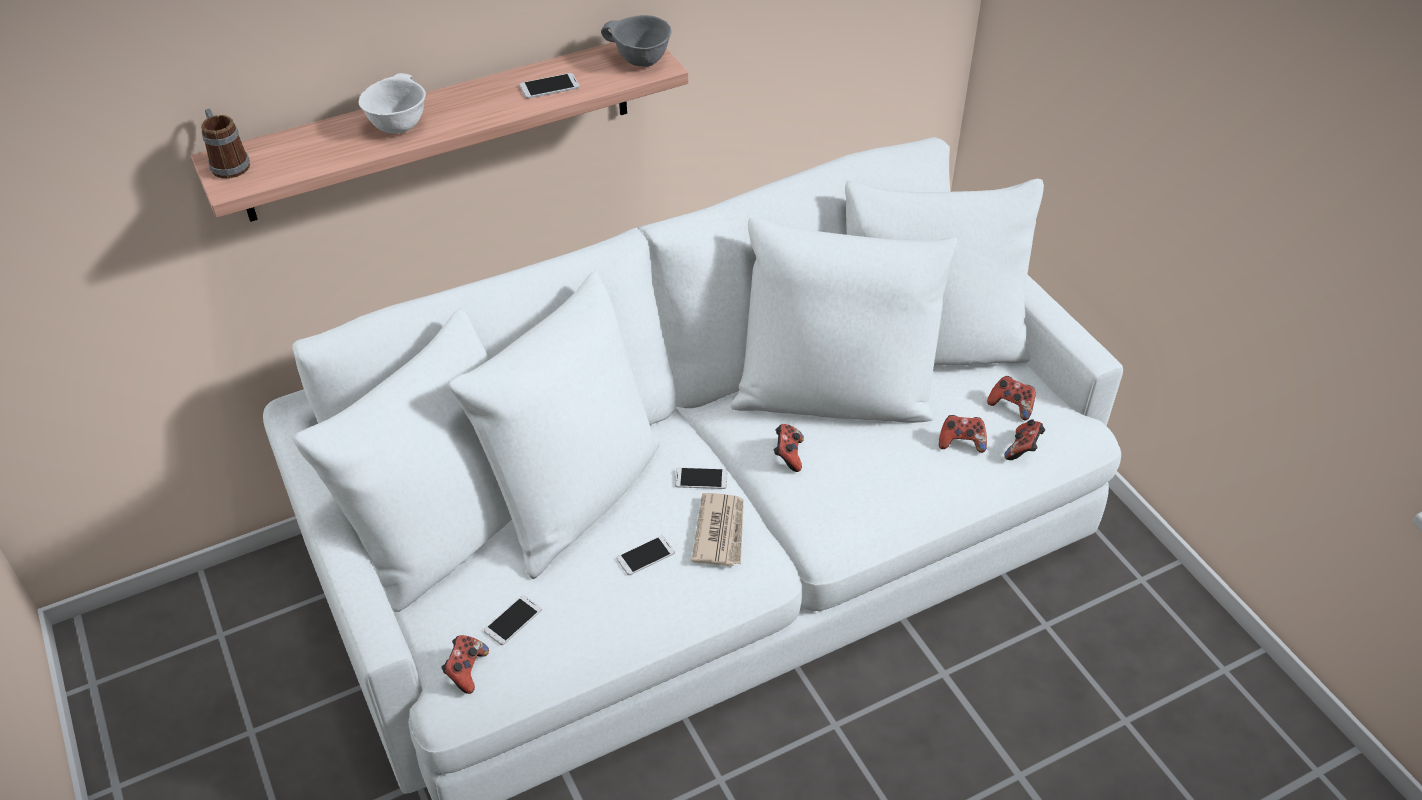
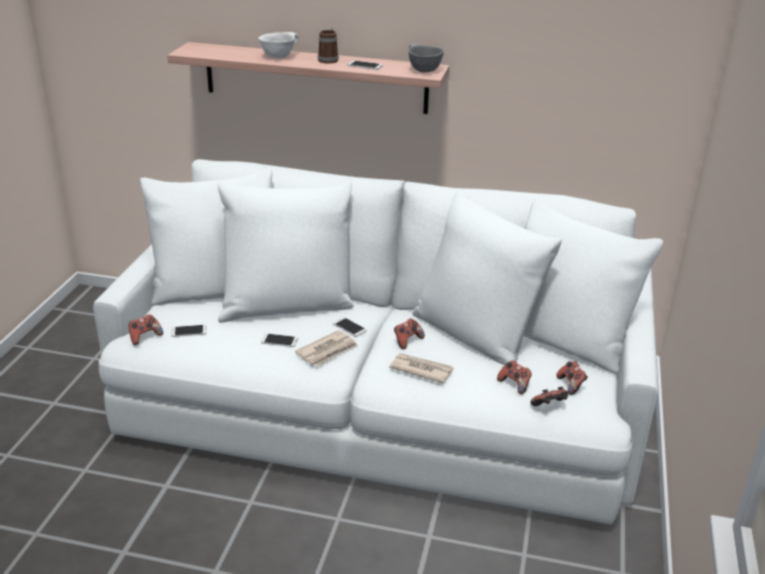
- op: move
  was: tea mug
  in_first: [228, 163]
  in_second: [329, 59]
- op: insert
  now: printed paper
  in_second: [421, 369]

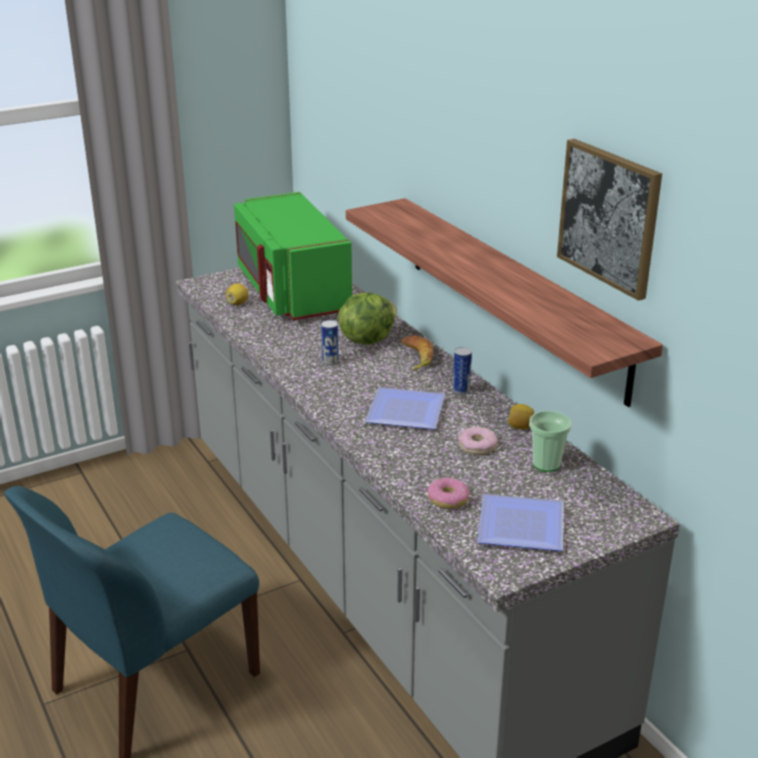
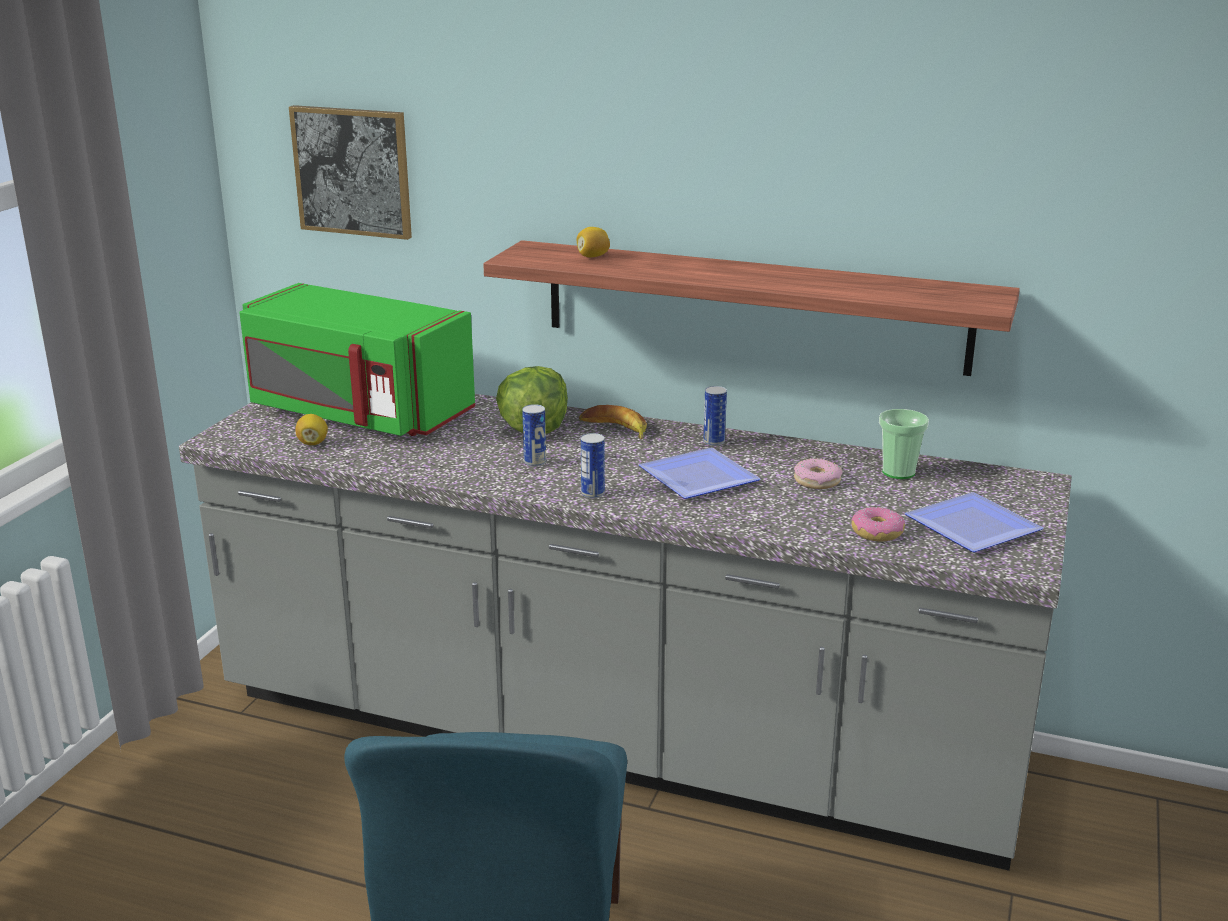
- op: move
  was: citrus fruit
  in_first: [520, 427]
  in_second: [592, 256]
- op: move
  was: wall art
  in_first: [609, 217]
  in_second: [352, 171]
- op: insert
  now: can
  in_second: [592, 494]

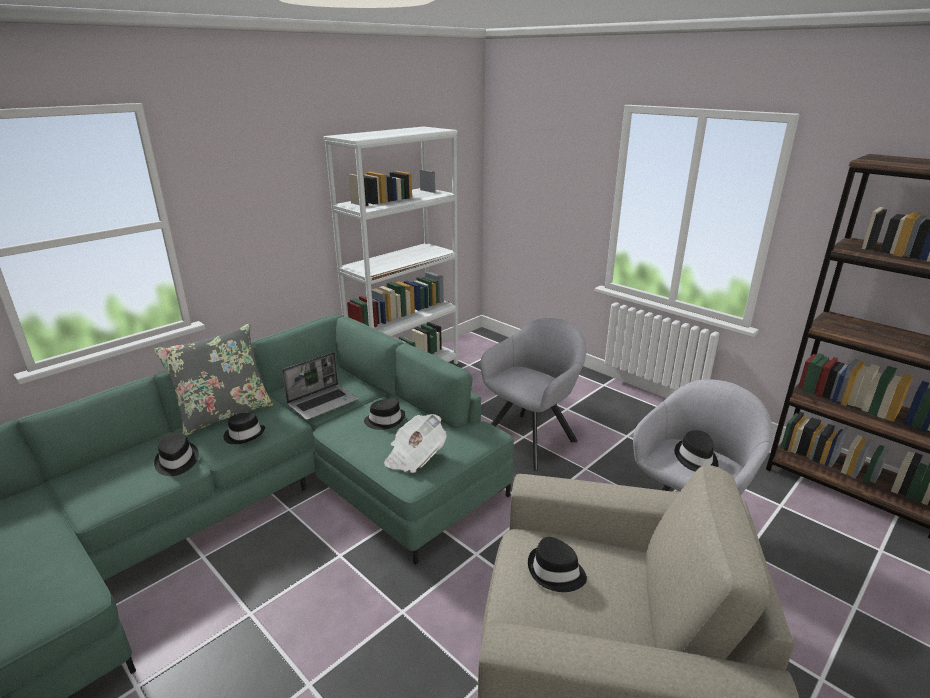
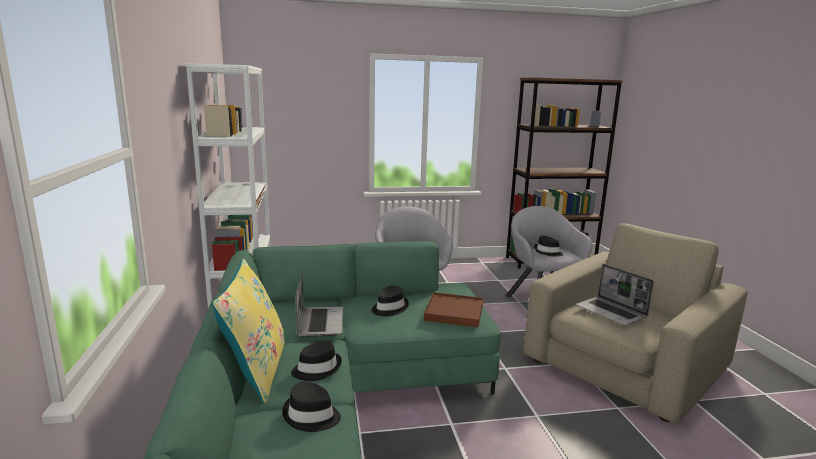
- op: recolor
  was: cushion (gray)
  now: cushion (yellow-coloured)
  in_first: [224, 414]
  in_second: [256, 371]
- op: replace
  was: printed paper
  now: tray (brown)
  in_first: [414, 457]
  in_second: [454, 312]
- op: replace
  was: hat (black-coloured)
  now: laptop
  in_first: [555, 572]
  in_second: [612, 312]

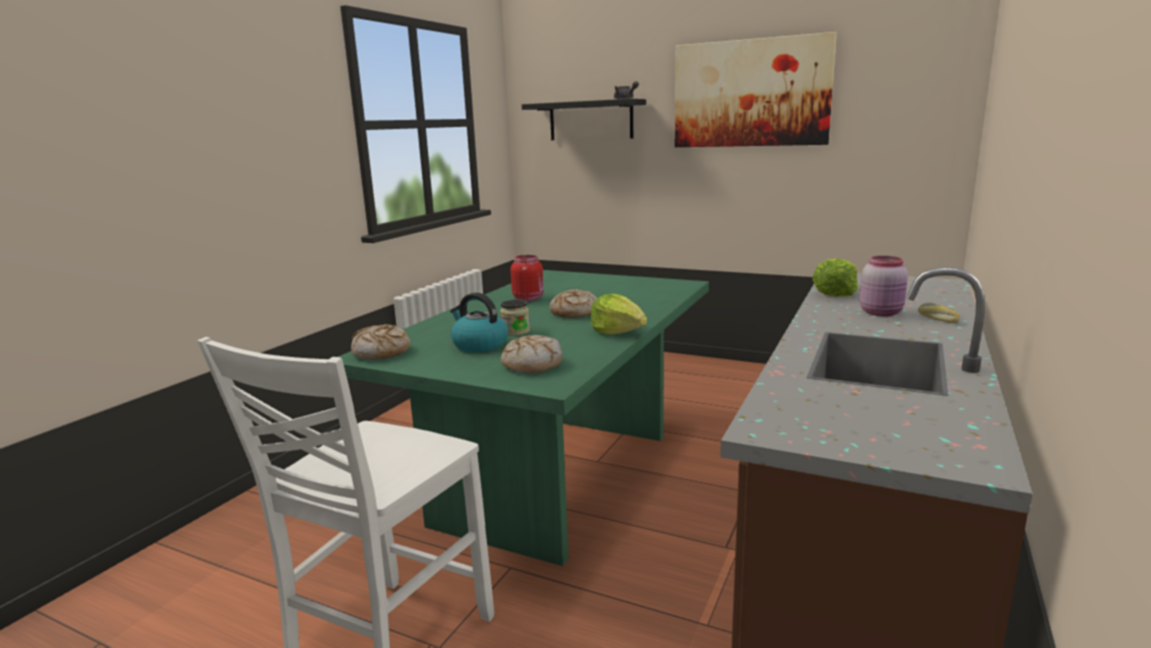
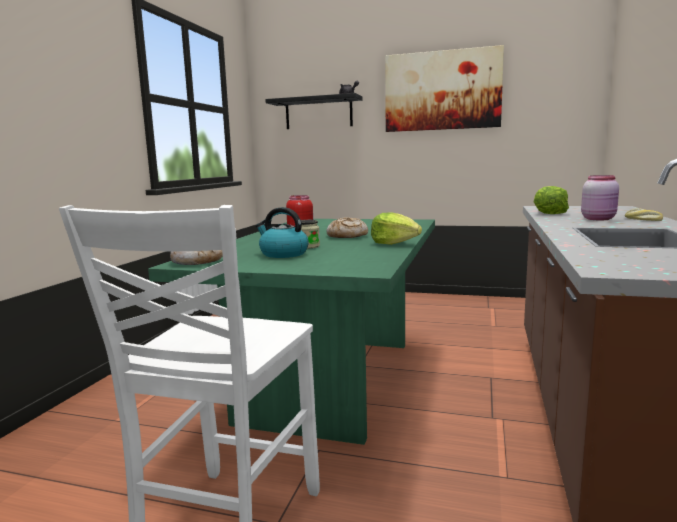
- op: delete
  was: baked bread
  in_first: [532, 364]

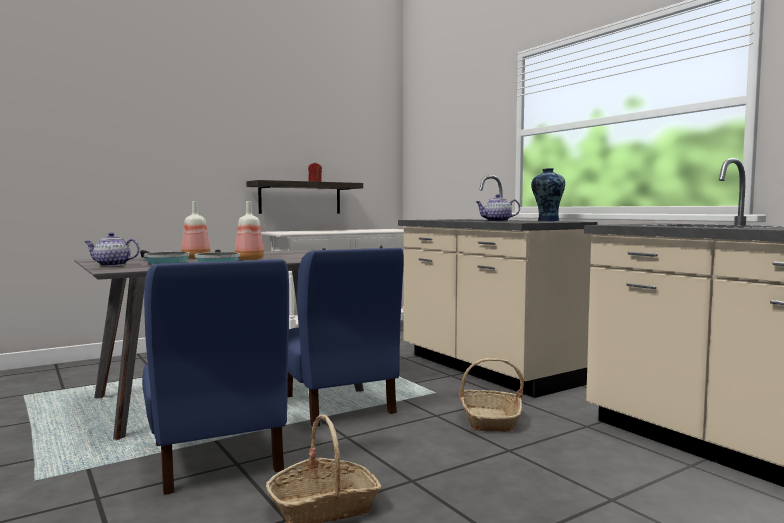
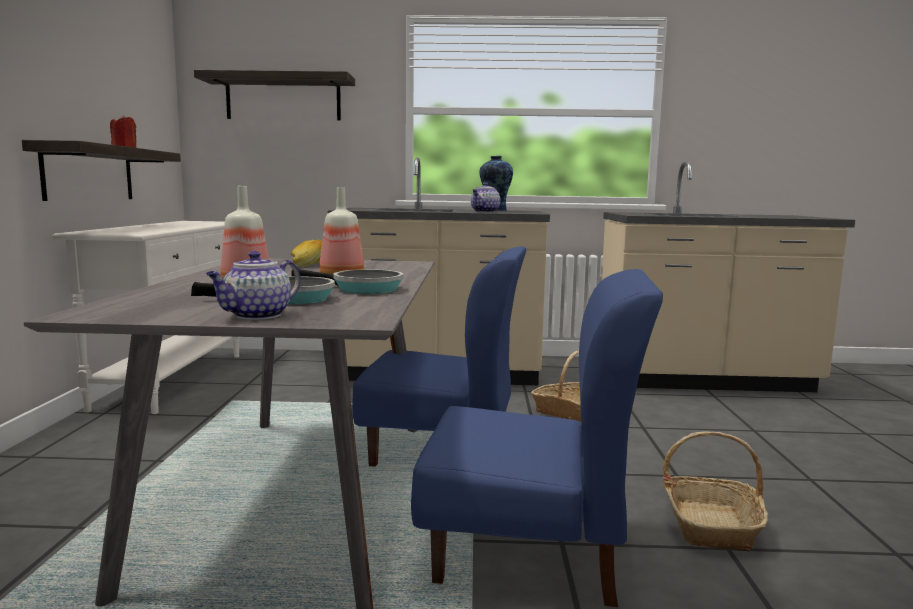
- op: insert
  now: bracket shelf
  in_second: [283, 98]
- op: insert
  now: baked bread
  in_second: [311, 264]

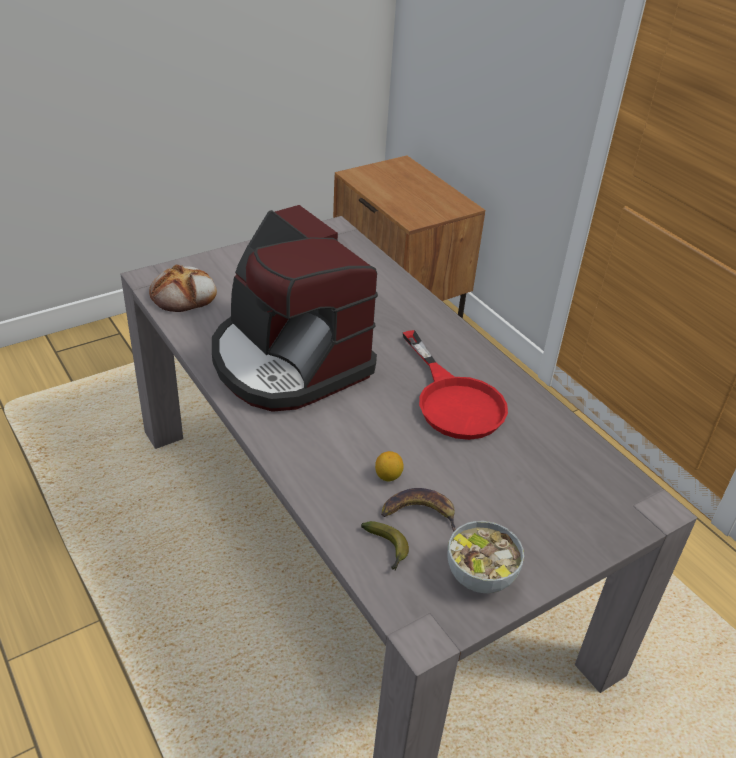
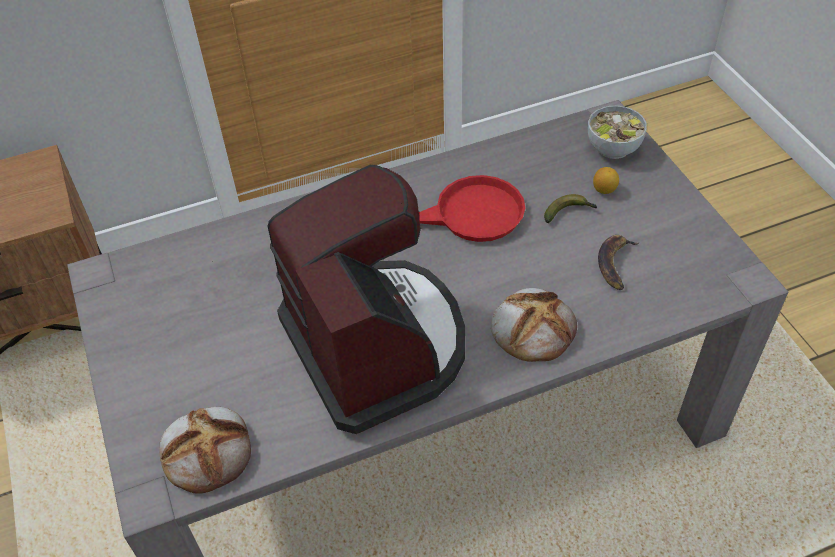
- op: rotate
  was: coffee brewer
  in_first: [288, 361]
  in_second: [377, 345]
  clockwise: -90
- op: move
  was: whole banana
  in_first: [387, 549]
  in_second: [569, 212]
- op: move
  was: citrus fruit
  in_first: [388, 476]
  in_second: [604, 190]
- op: move
  was: bowl
  in_first: [479, 576]
  in_second: [613, 148]
- op: insert
  now: baked bread
  in_second: [532, 328]

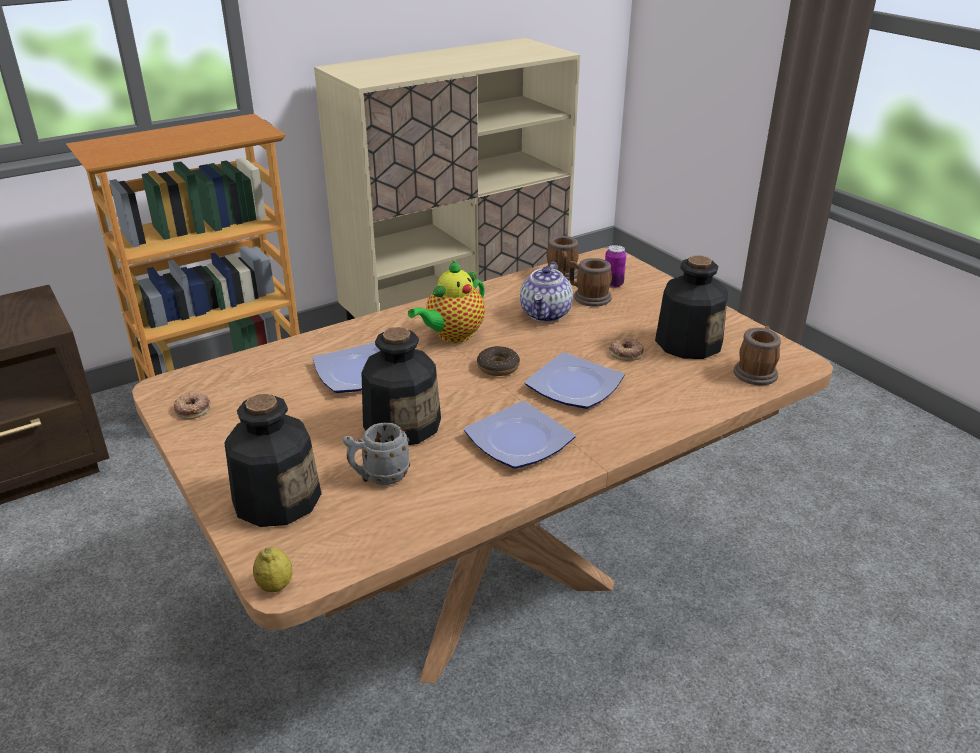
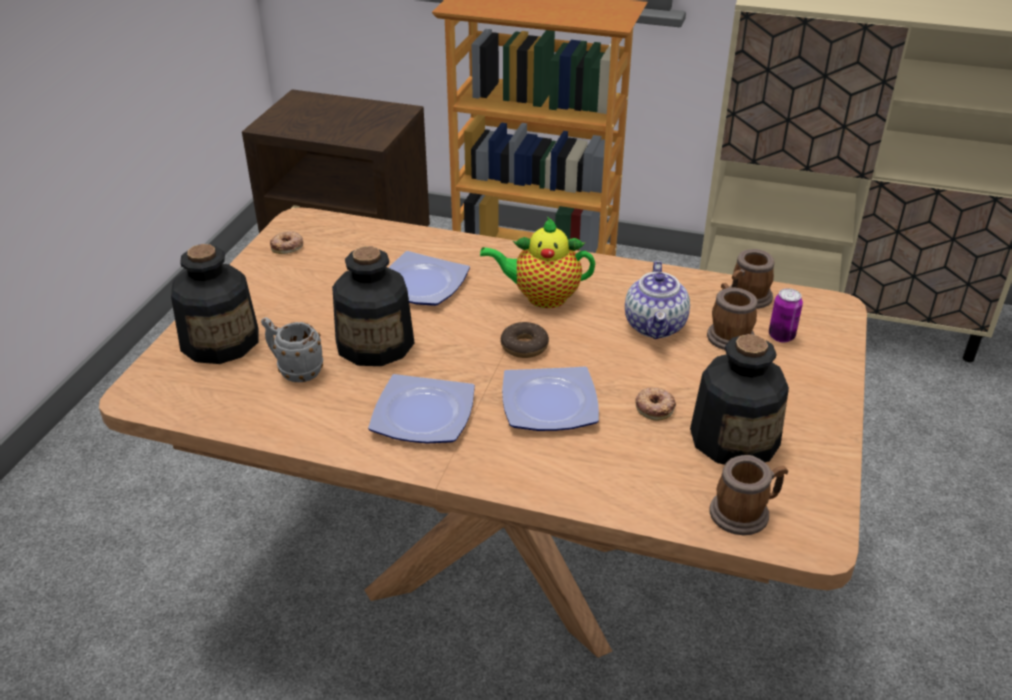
- op: delete
  was: citrus fruit
  in_first: [275, 586]
- op: rotate
  was: pot for tea
  in_first: [546, 314]
  in_second: [656, 326]
  clockwise: -60

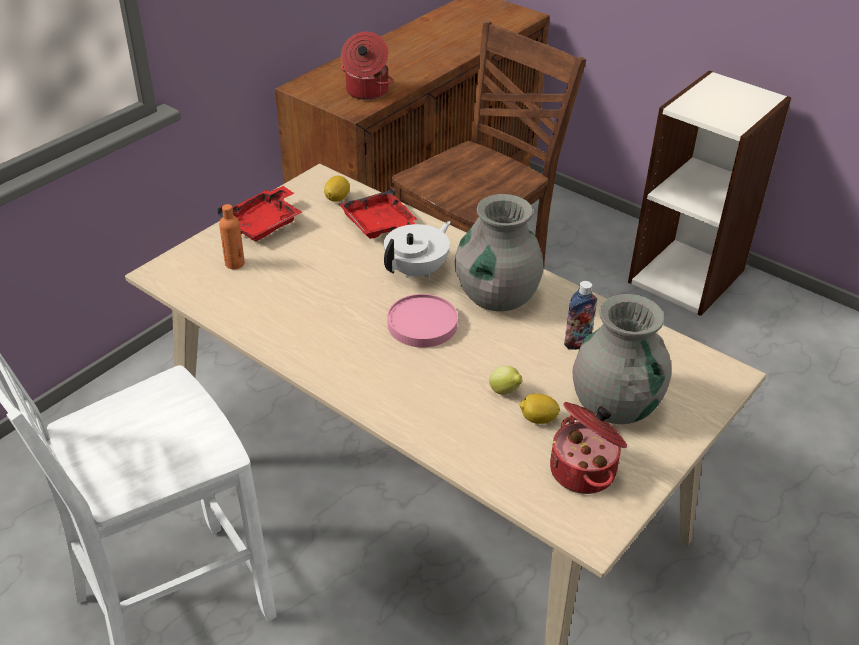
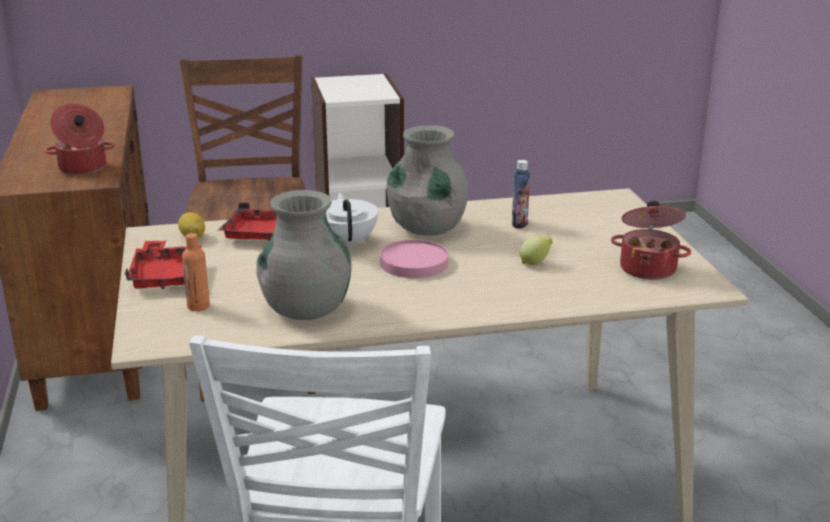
- op: delete
  was: citrus fruit
  in_first: [538, 419]
- op: move
  was: vase (gray)
  in_first: [615, 404]
  in_second: [306, 309]

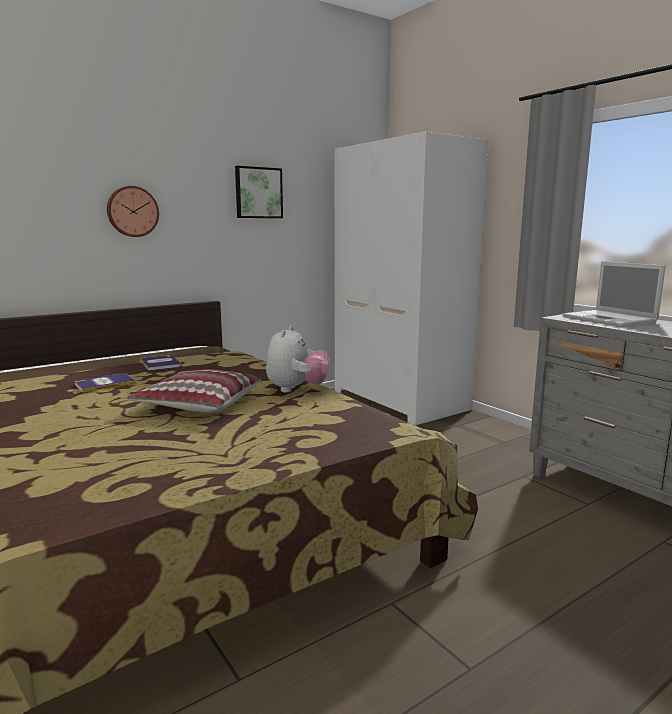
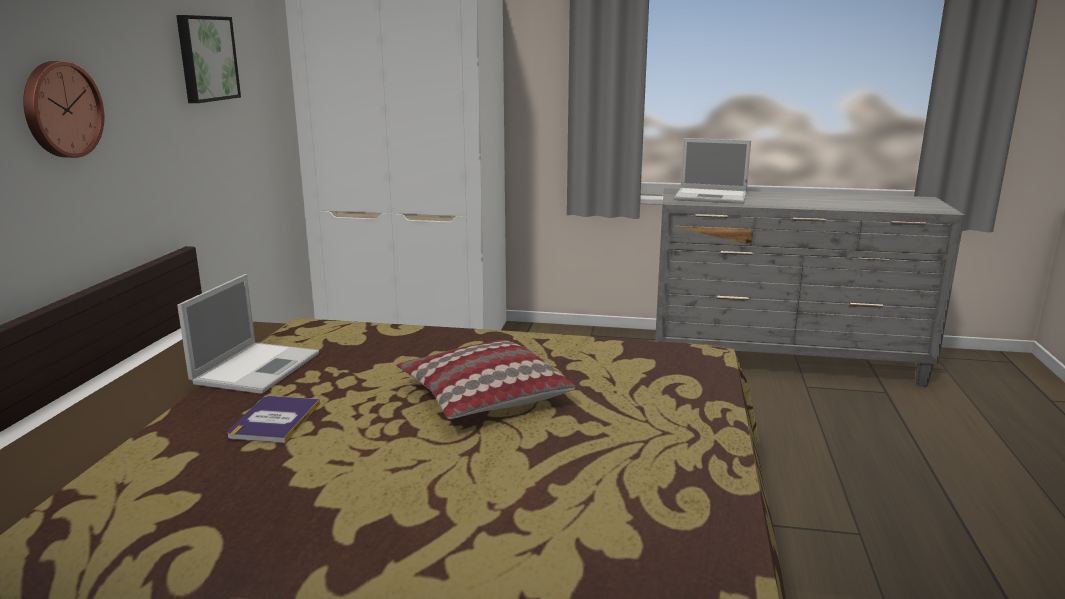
- op: replace
  was: book
  now: laptop
  in_first: [160, 363]
  in_second: [257, 367]
- op: delete
  was: soft toy
  in_first: [296, 389]

